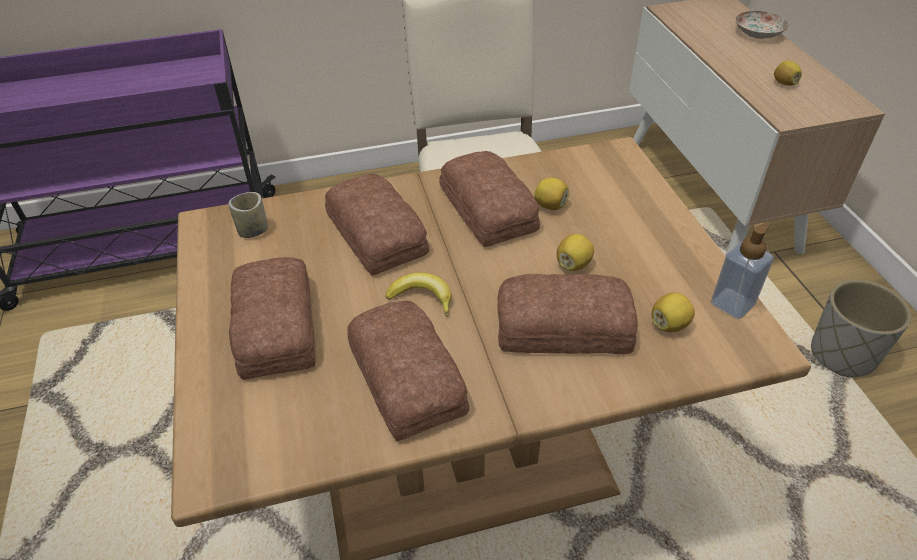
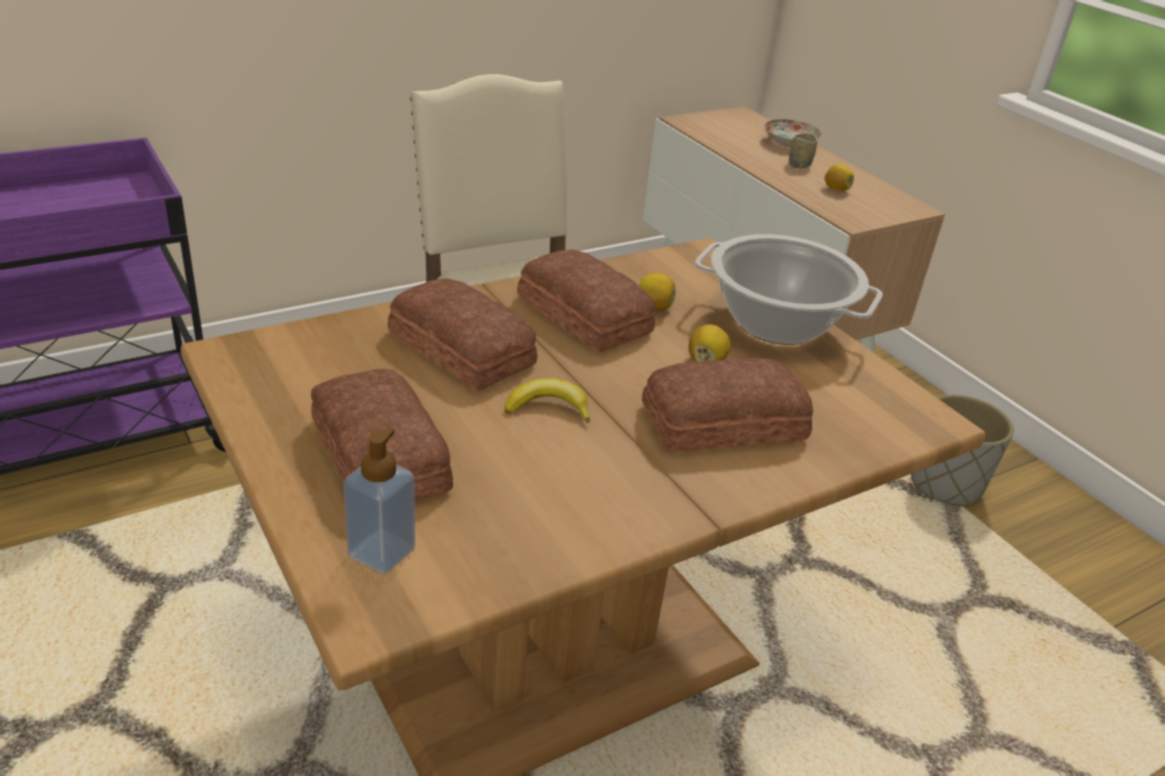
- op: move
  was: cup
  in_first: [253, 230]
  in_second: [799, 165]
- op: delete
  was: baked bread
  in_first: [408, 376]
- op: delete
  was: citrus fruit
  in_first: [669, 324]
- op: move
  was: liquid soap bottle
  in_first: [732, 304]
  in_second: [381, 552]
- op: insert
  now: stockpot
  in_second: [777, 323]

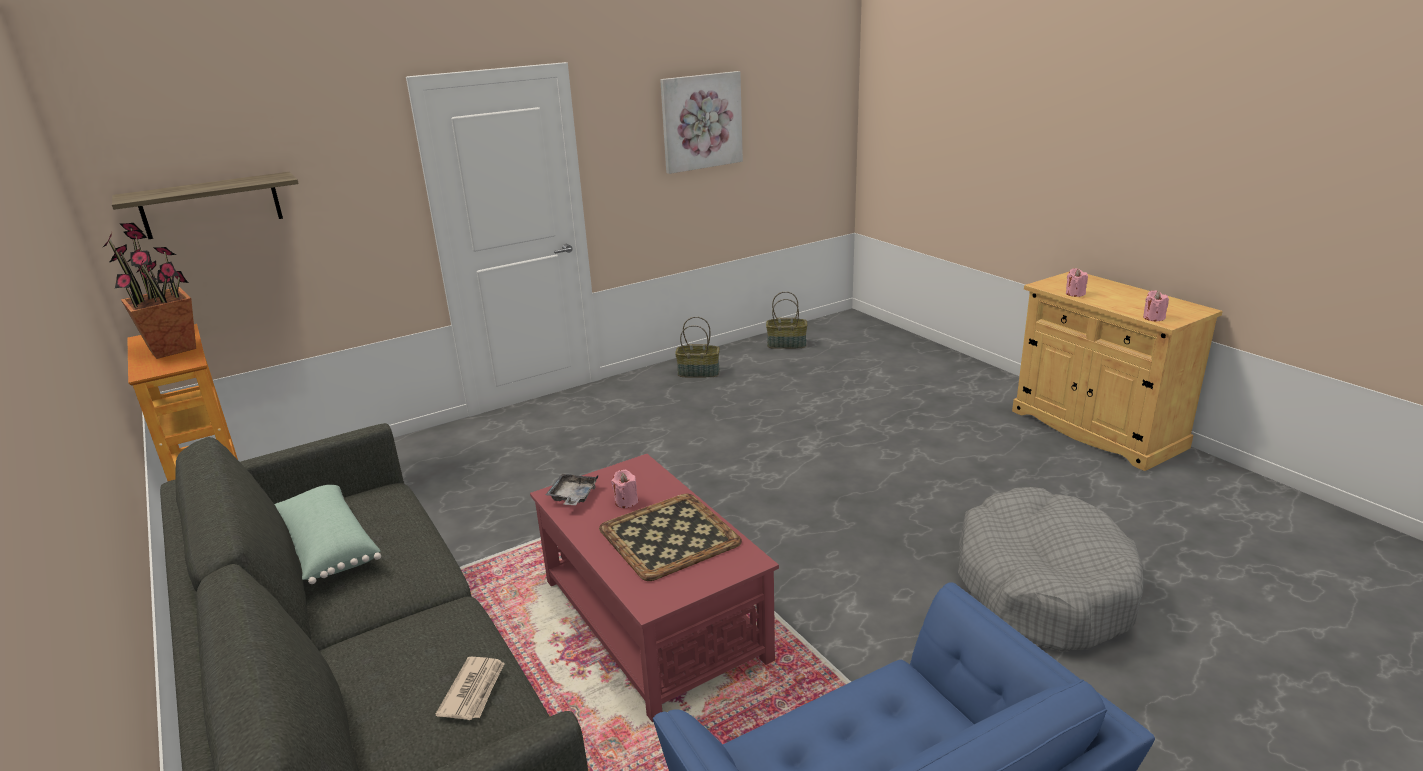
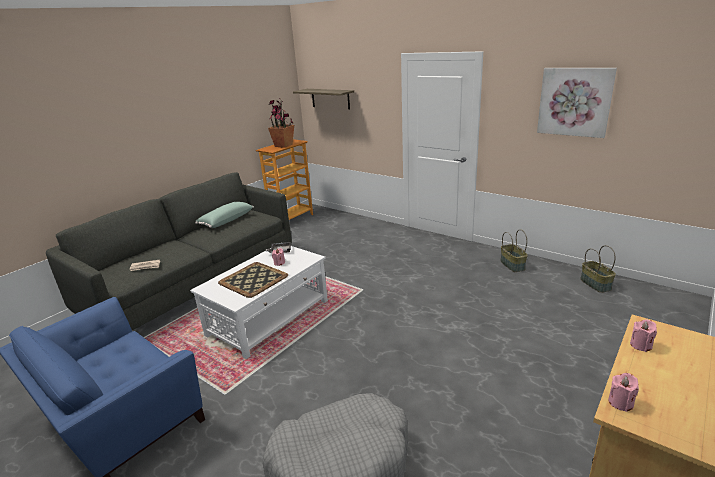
- op: recolor
  was: coffee table (red-coloured)
  now: coffee table (white-coloured)
  in_first: [653, 618]
  in_second: [269, 317]

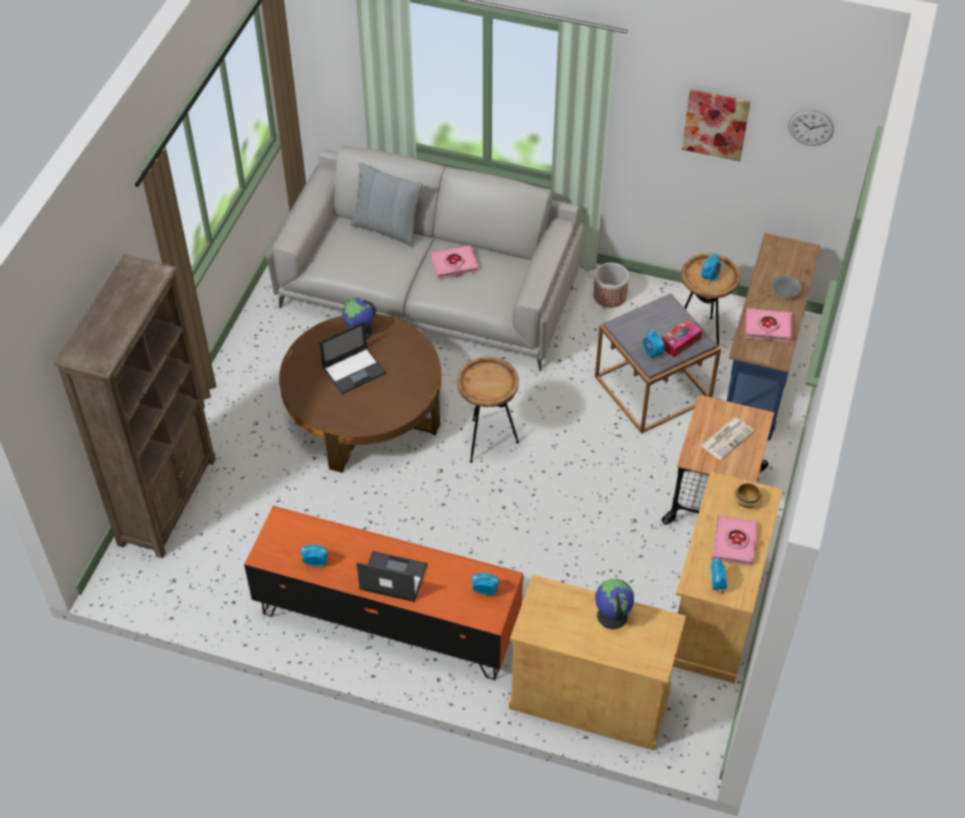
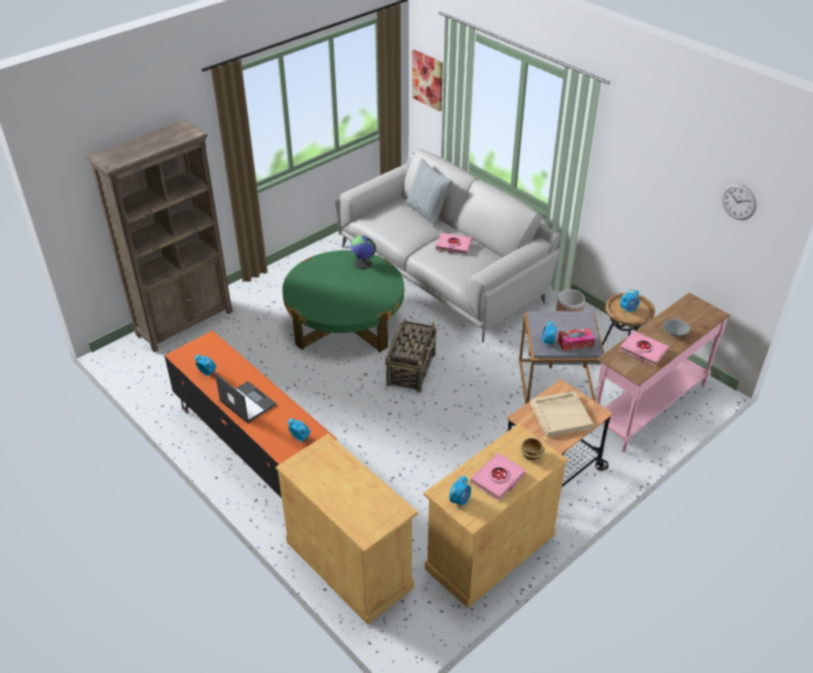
- op: recolor
  was: coffee table (brown)
  now: coffee table (green)
  in_first: [364, 411]
  in_second: [345, 321]
- op: delete
  was: laptop
  in_first: [354, 370]
- op: replace
  was: side table (brown)
  now: household basket
  in_first: [487, 441]
  in_second: [411, 369]
- op: delete
  was: globe
  in_first: [611, 616]
- op: move
  was: wall art
  in_first: [715, 124]
  in_second: [428, 80]
- op: replace
  was: printed paper
  now: tray (beige-coloured)
  in_first: [727, 438]
  in_second: [561, 415]
- op: recolor
  was: narrow table (blue)
  now: narrow table (pinkish)
  in_first: [759, 374]
  in_second: [647, 406]

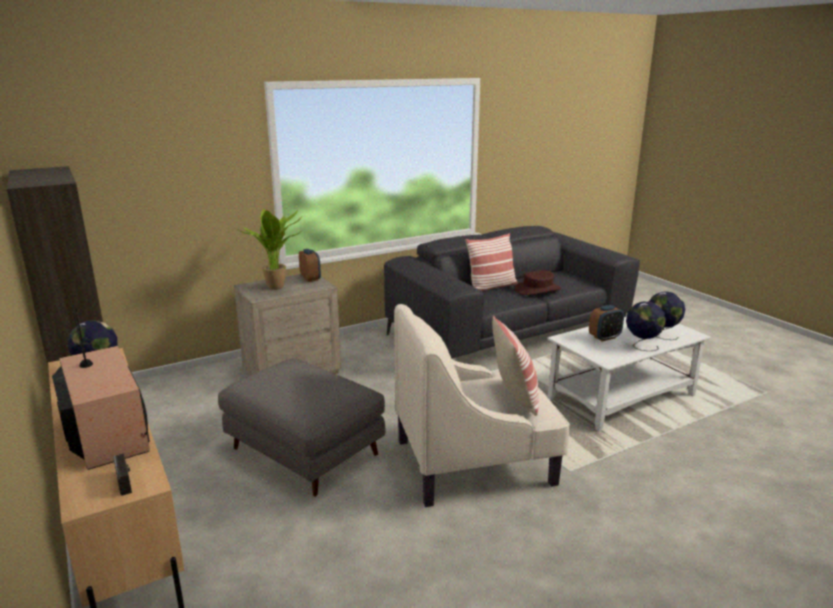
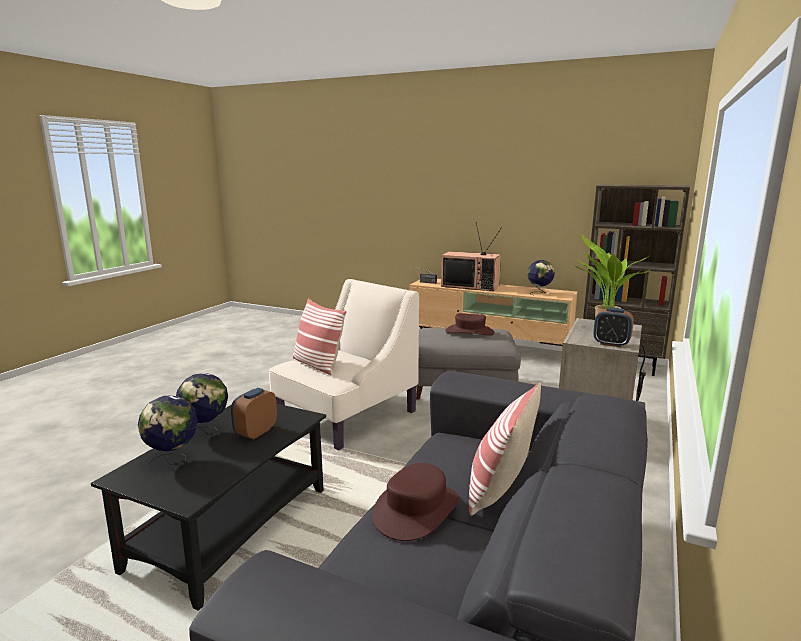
- op: recolor
  was: coffee table (white-coloured)
  now: coffee table (black-coloured)
  in_first: [621, 397]
  in_second: [230, 529]
- op: insert
  now: hat (brown)
  in_second: [469, 332]

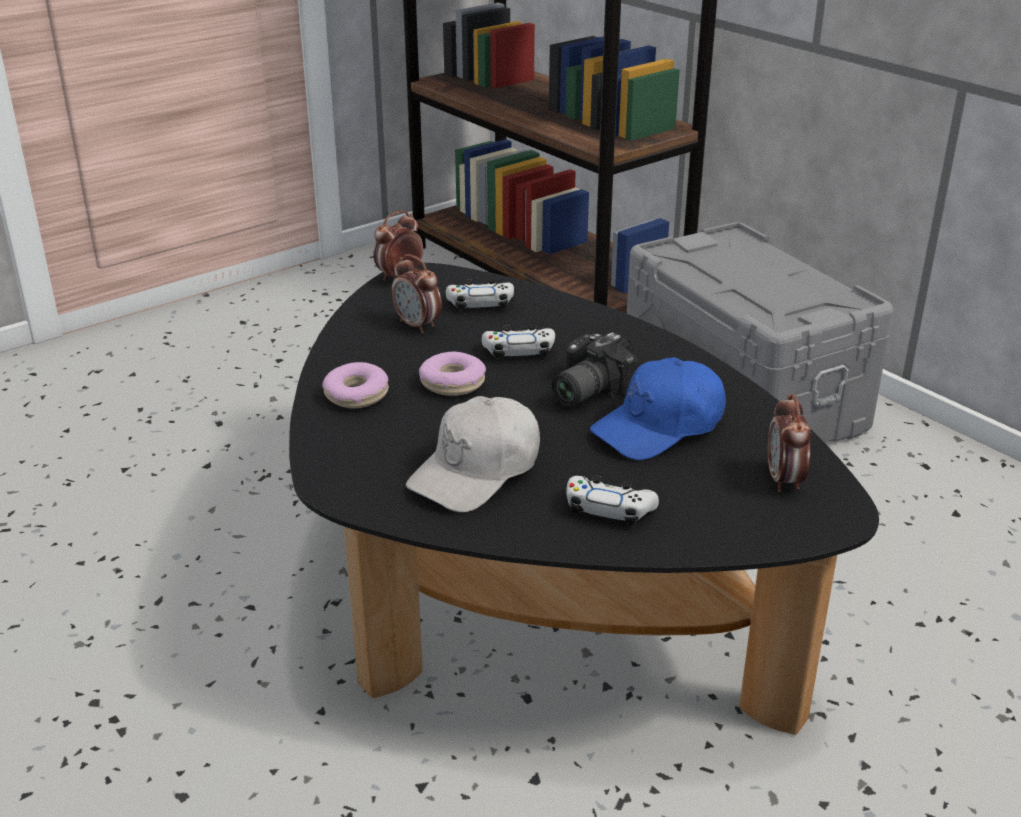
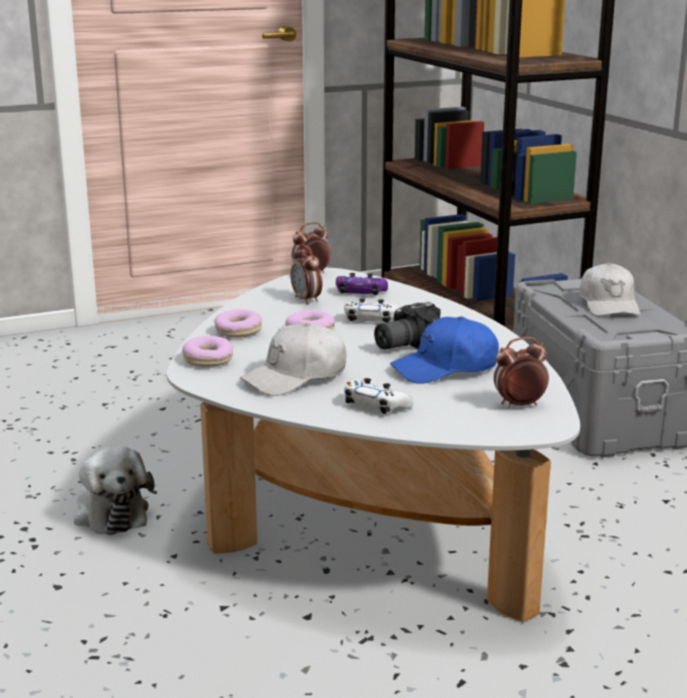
- op: recolor
  was: coffee table (black-coloured)
  now: coffee table (white-coloured)
  in_first: [531, 593]
  in_second: [362, 511]
- op: recolor
  was: joypad (white-coloured)
  now: joypad (purplish)
  in_first: [480, 303]
  in_second: [361, 292]
- op: rotate
  was: bedside clock
  in_first: [784, 480]
  in_second: [519, 405]
  clockwise: 60
- op: insert
  now: soft toy
  in_second: [110, 512]
- op: insert
  now: donut
  in_second: [208, 360]
- op: insert
  now: baseball cap (white-coloured)
  in_second: [609, 305]

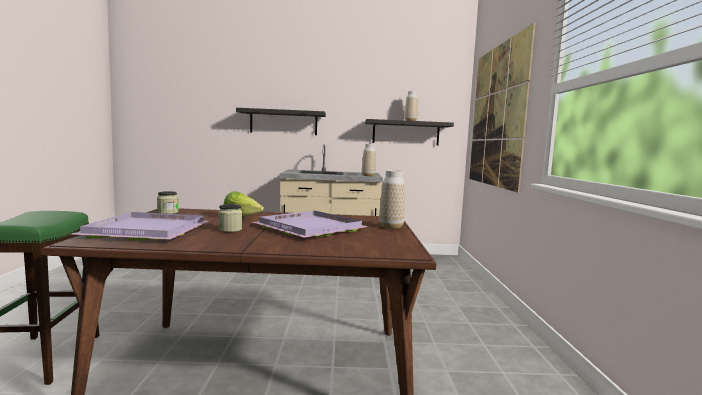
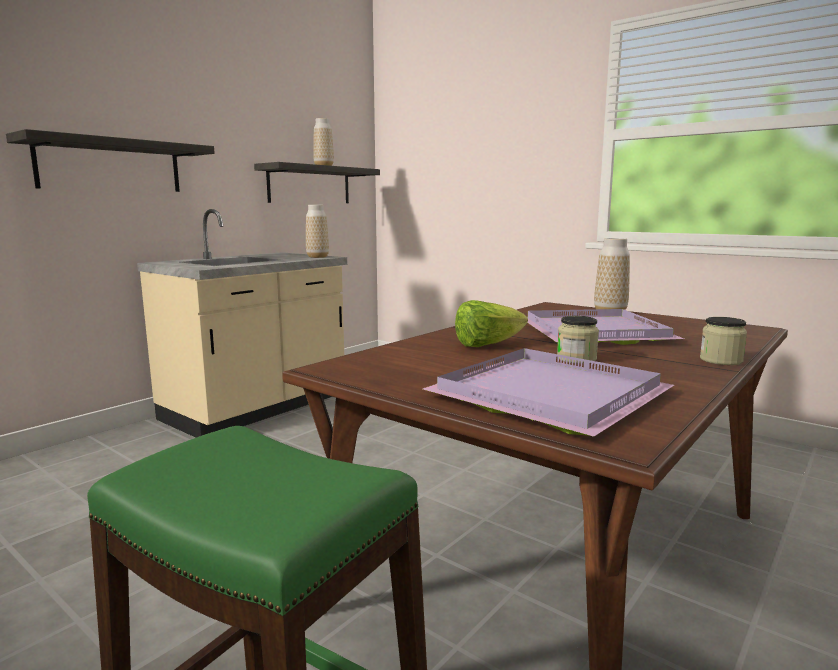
- op: move
  was: preserve jar
  in_first: [167, 212]
  in_second: [721, 360]
- op: delete
  was: wall art
  in_first: [496, 115]

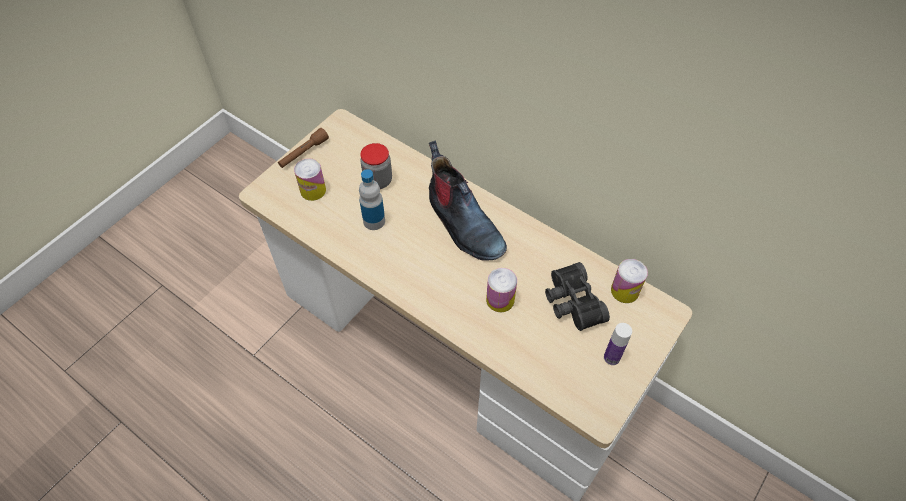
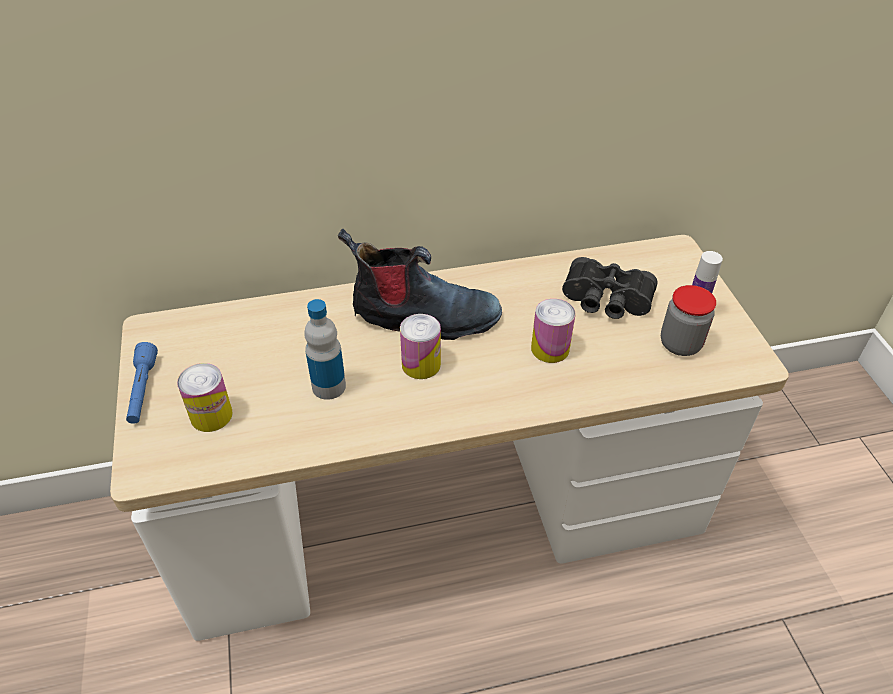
- op: recolor
  was: torch (brown)
  now: torch (blue)
  in_first: [303, 153]
  in_second: [142, 390]
- op: move
  was: preserve jar
  in_first: [378, 181]
  in_second: [680, 344]
- op: move
  was: can
  in_first: [624, 291]
  in_second: [421, 364]

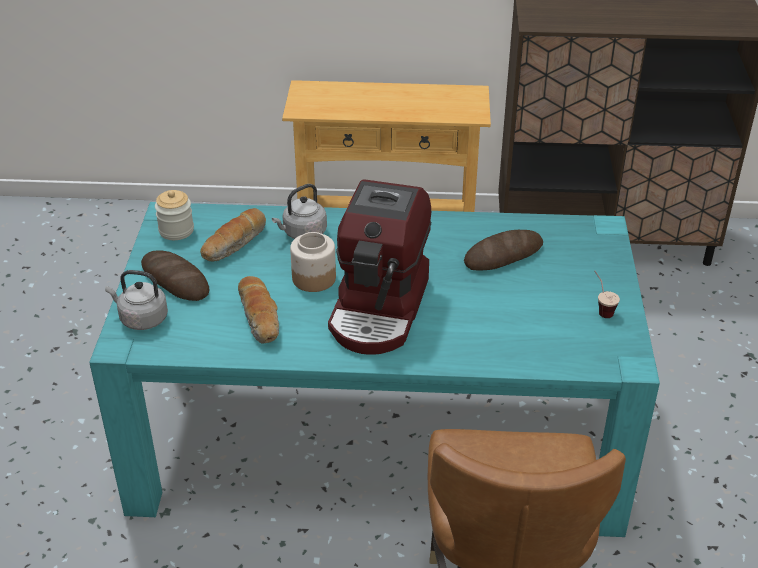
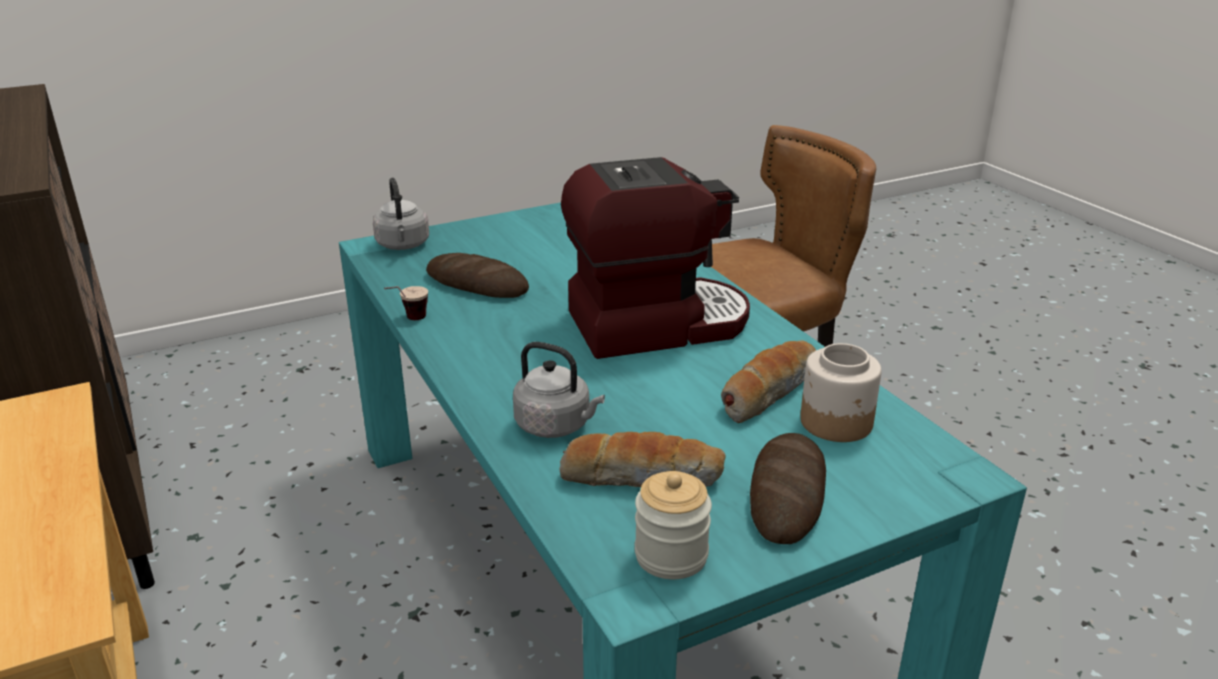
- op: move
  was: tea kettle (gray)
  in_first: [141, 319]
  in_second: [403, 245]
- op: move
  was: preserve jar
  in_first: [313, 278]
  in_second: [837, 422]
- op: move
  was: cup
  in_first: [601, 309]
  in_second: [408, 321]

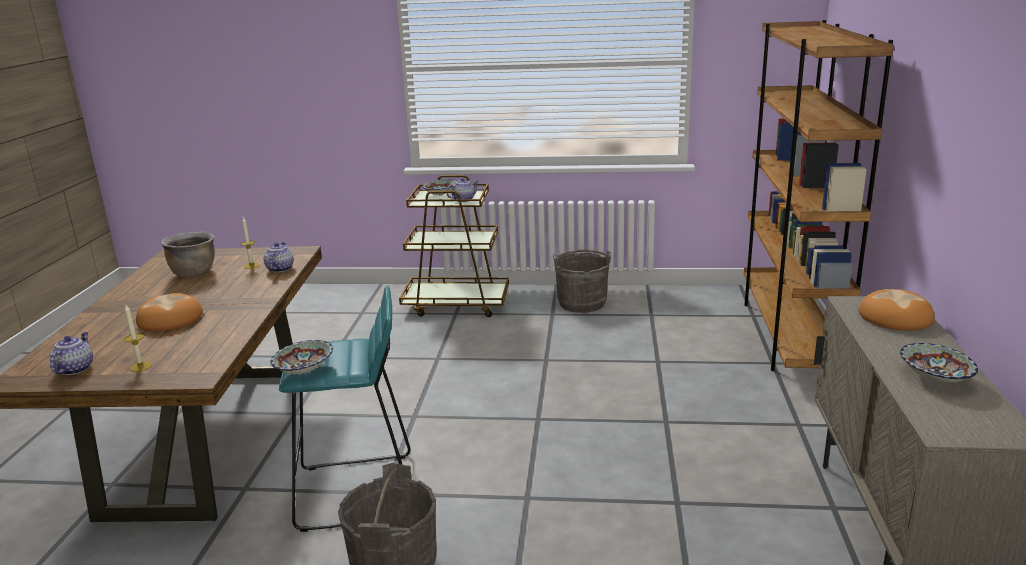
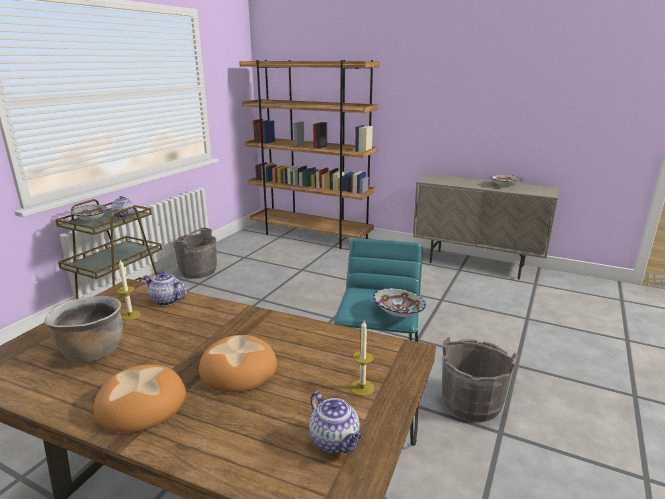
- op: rotate
  was: pot for tea
  in_first: [75, 368]
  in_second: [335, 441]
  clockwise: -150
- op: move
  was: baked bread
  in_first: [896, 317]
  in_second: [142, 403]

